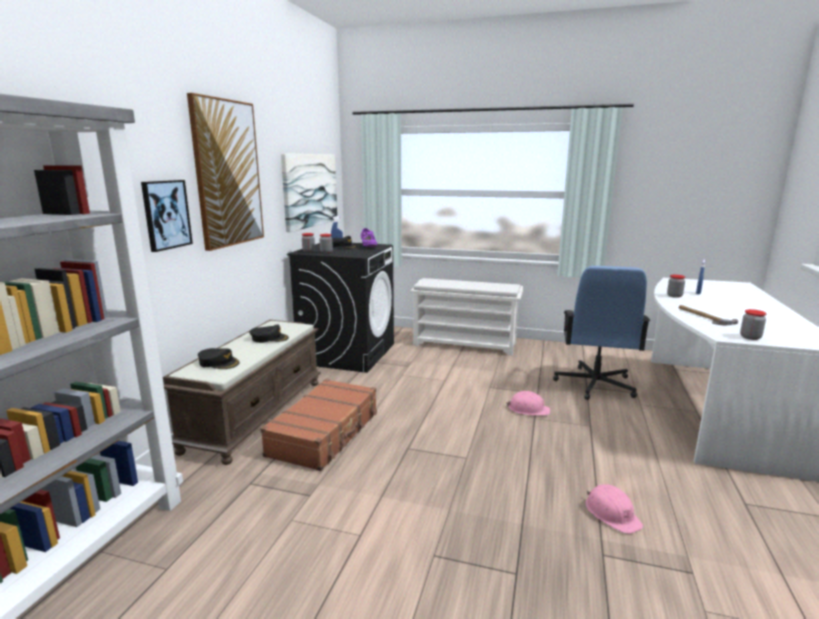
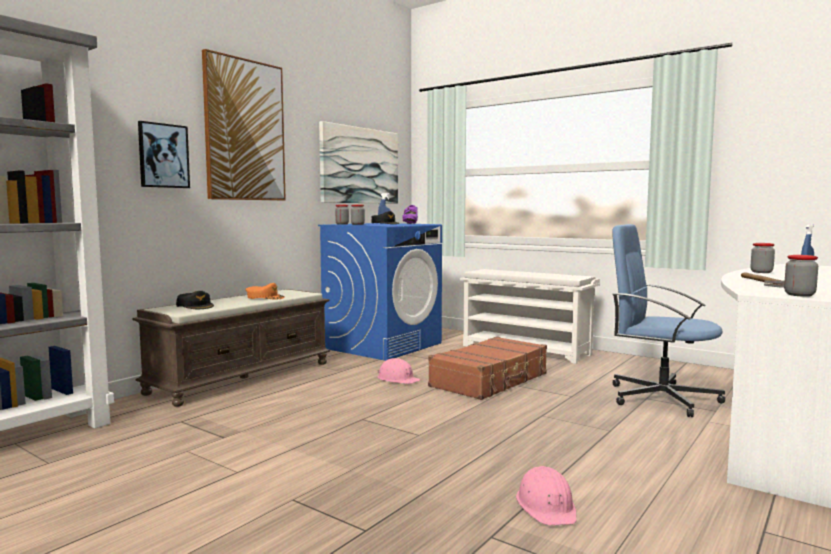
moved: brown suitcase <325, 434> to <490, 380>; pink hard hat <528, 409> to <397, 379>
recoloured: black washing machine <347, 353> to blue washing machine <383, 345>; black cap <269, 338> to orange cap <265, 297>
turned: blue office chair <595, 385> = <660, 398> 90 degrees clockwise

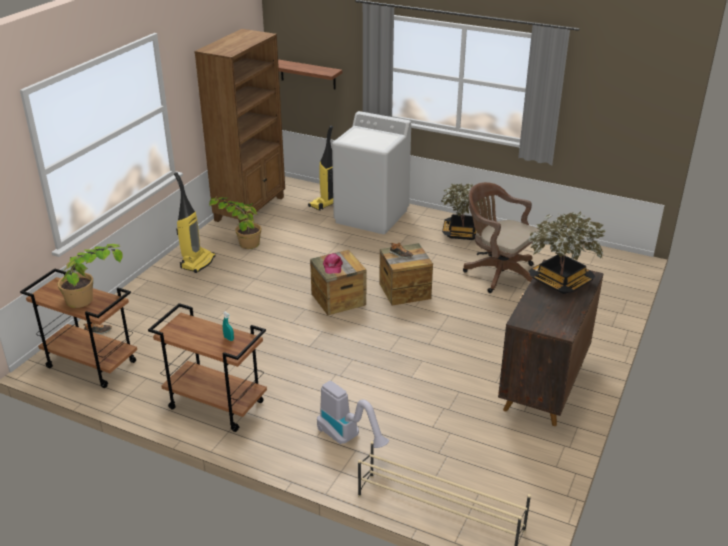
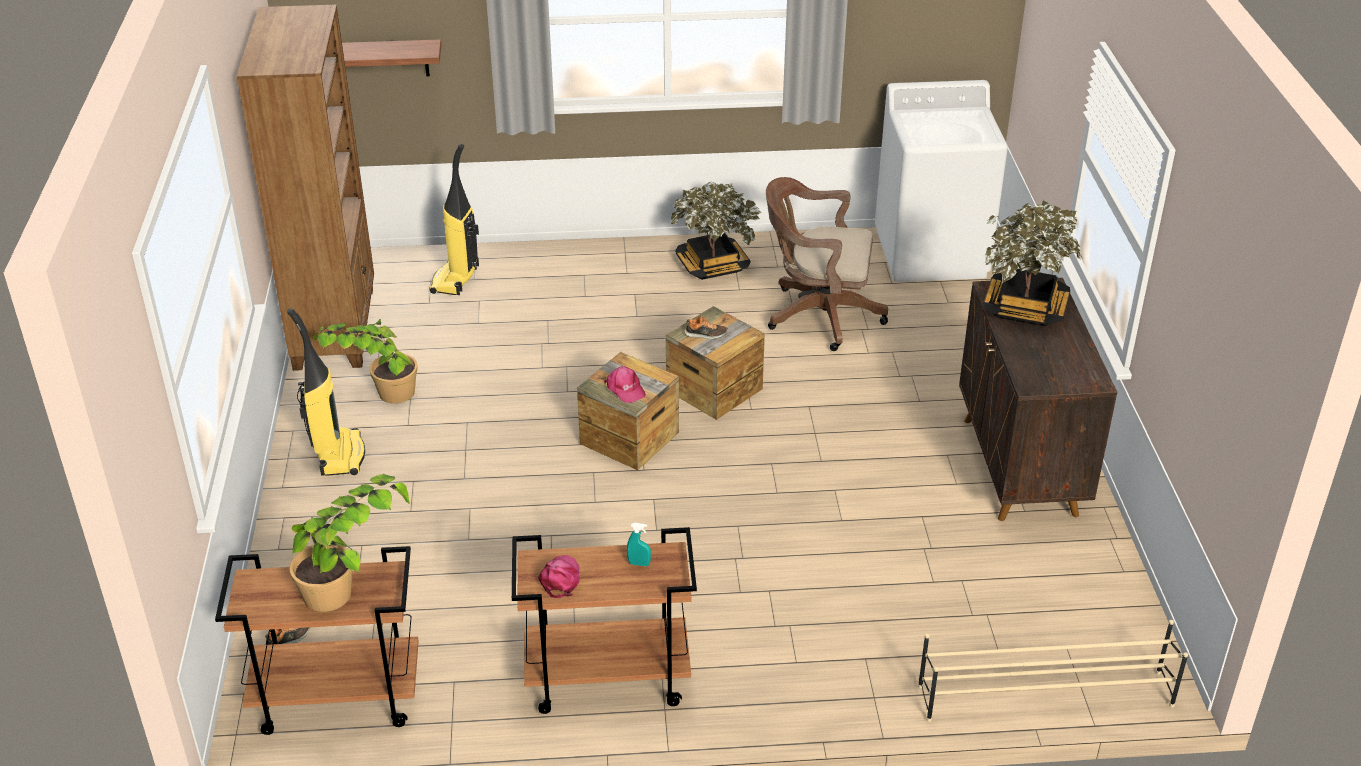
removed: vacuum cleaner <349, 439>
added: pink cap <560, 579>
moved: white washing machine <372, 216> to <931, 254>

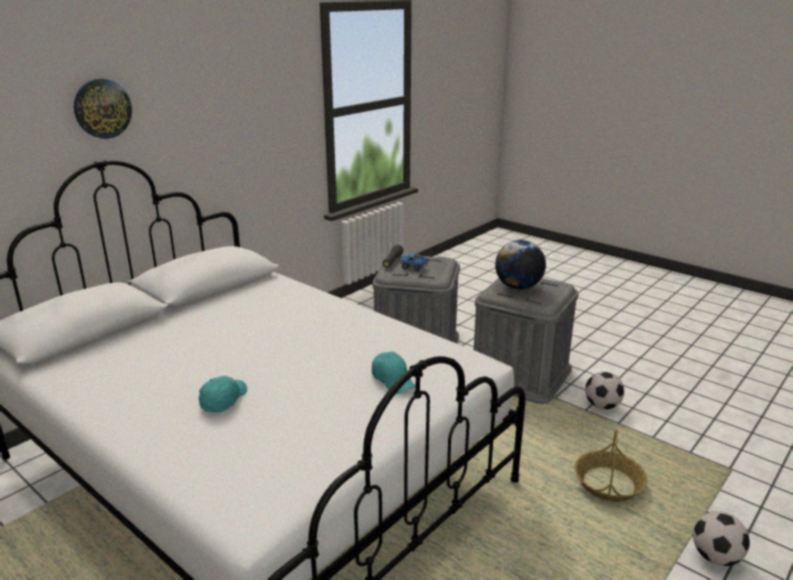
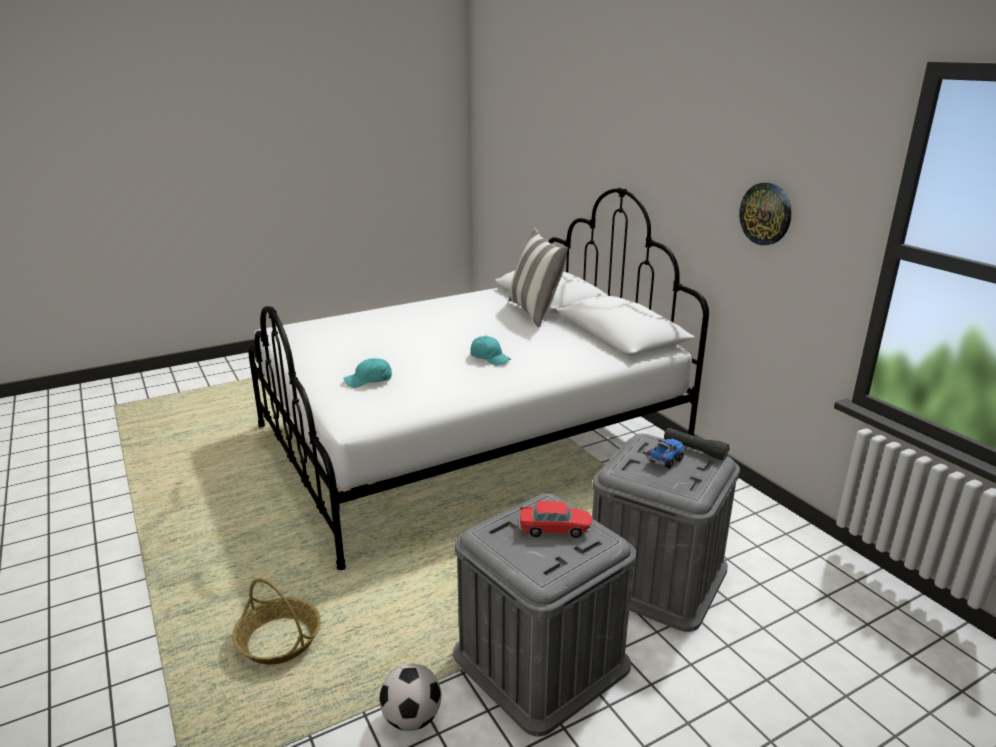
removed: football <715, 557>
added: pillow <535, 312>
moved: wall clock <102, 108> to <766, 213>; turquoise cap <223, 400> to <490, 358>
replaced: globe <518, 287> to toy car <554, 529>

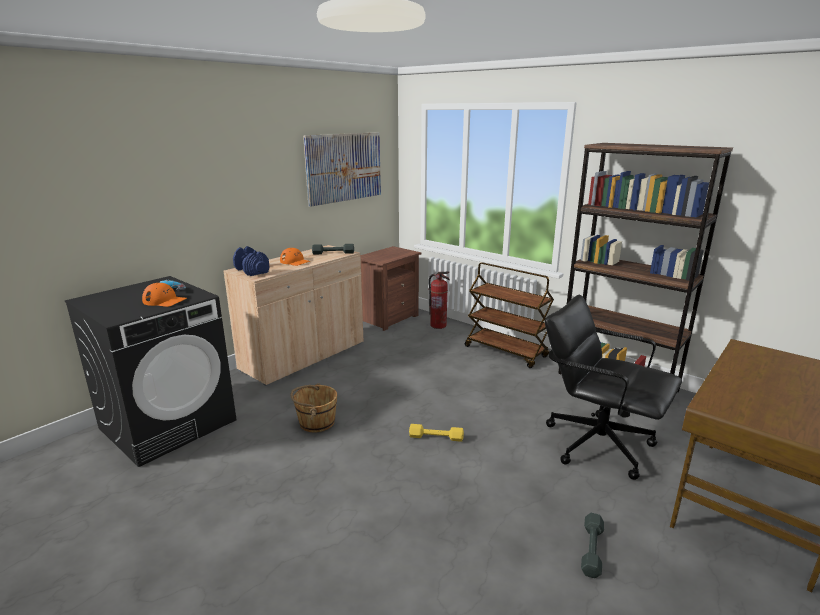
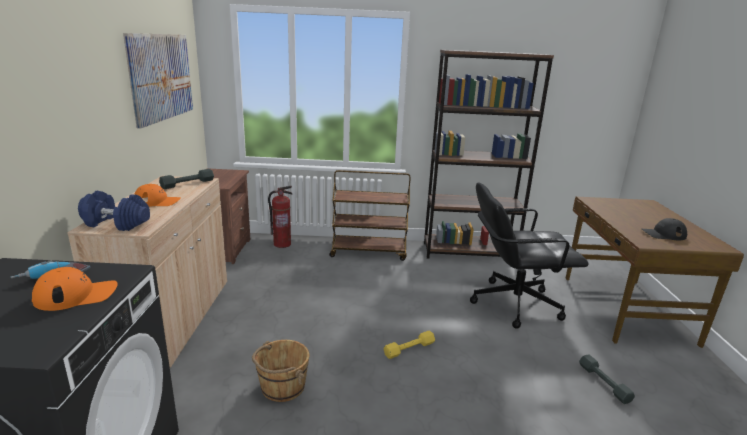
added: black cap <663, 234>

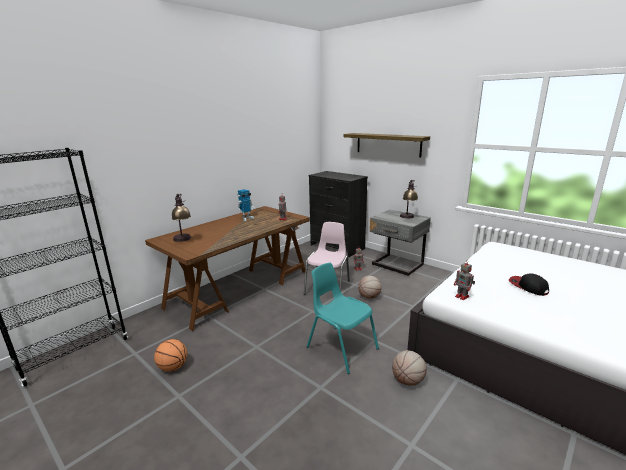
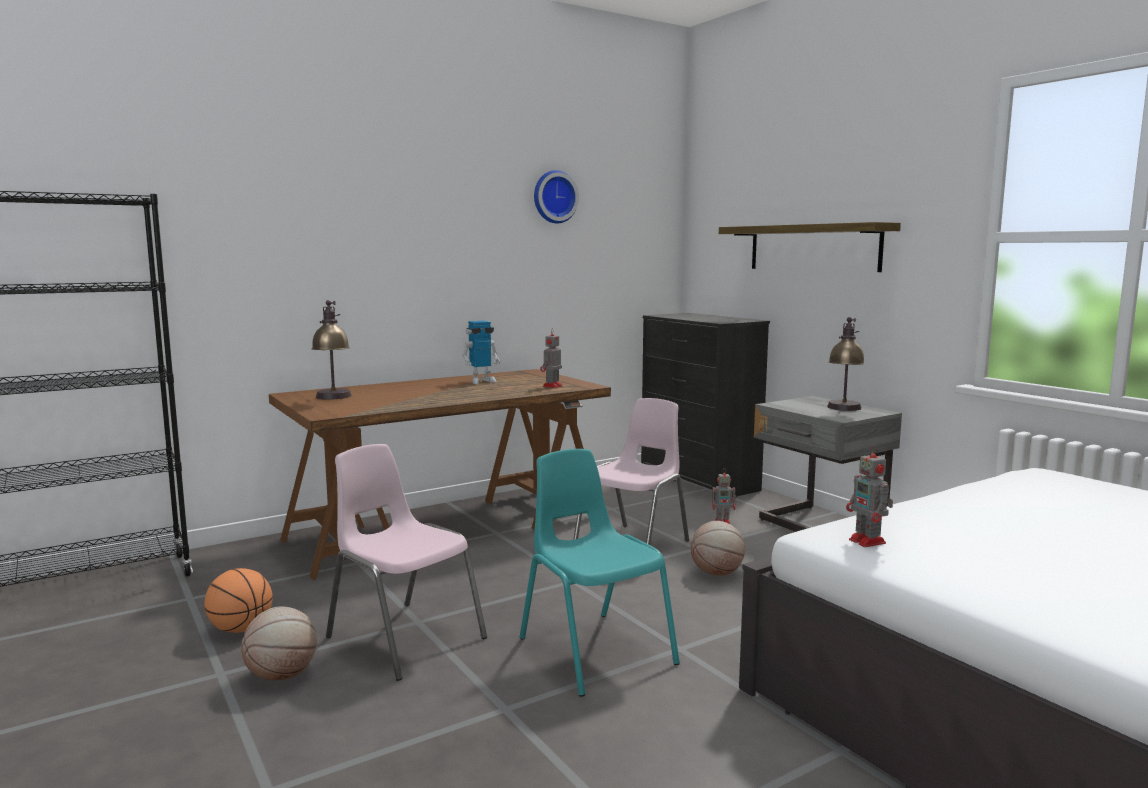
removed: cap <528, 287>
added: wall clock <554, 197>; pink chair <404, 637>
moved: basketball <408, 381> to <282, 676>

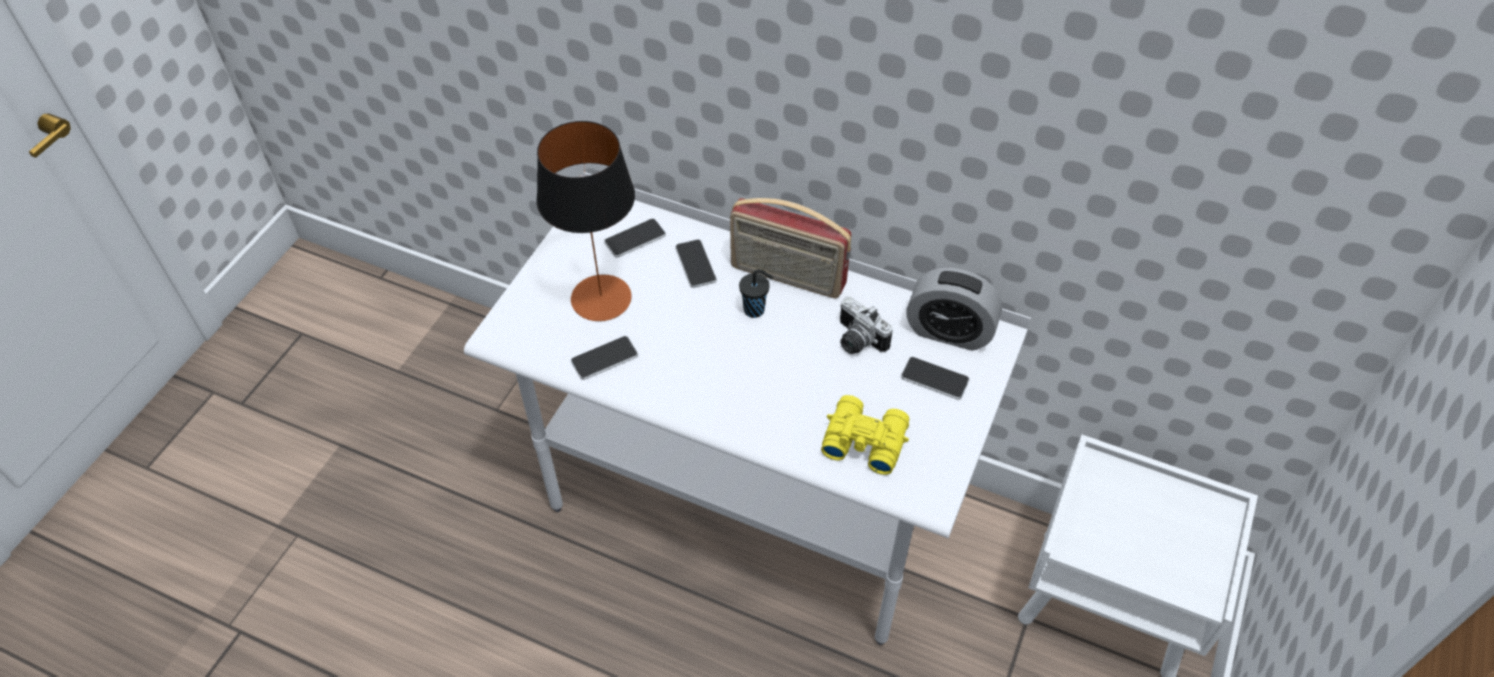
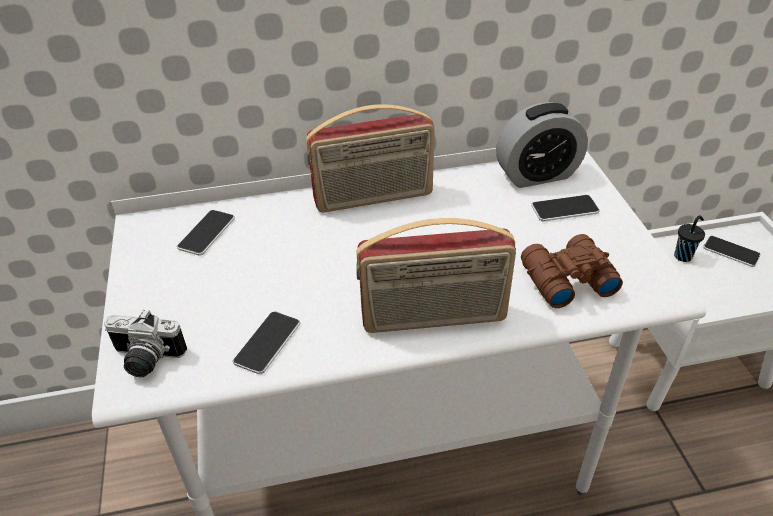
removed: table lamp <601, 298>
added: radio <434, 319>
moved: phone <695, 264> to <731, 252>; black cup <755, 310> to <683, 256>; photo camera <856, 341> to <145, 360>
recoloured: yellow binoculars <863, 439> to brown binoculars <565, 279>

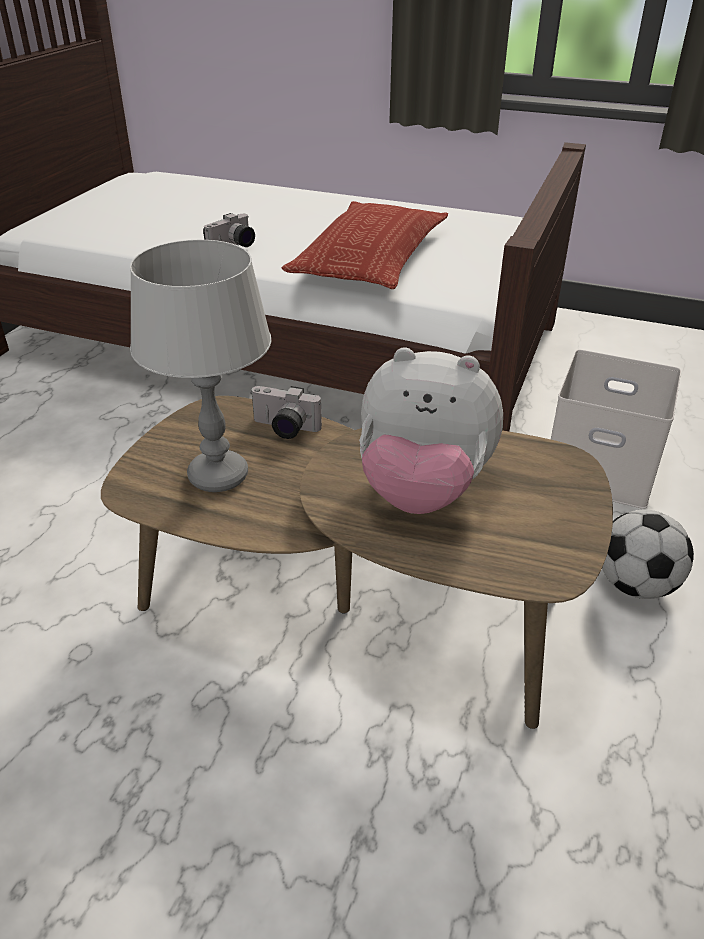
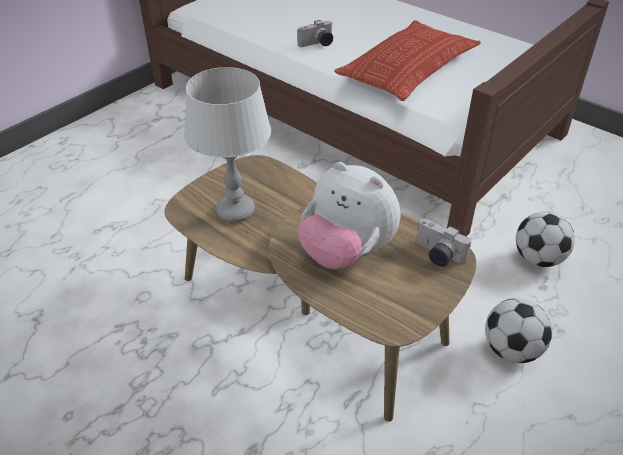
moved: photo camera <283, 429> to <437, 255>
replaced: white storage box <603, 467> to football <538, 259>

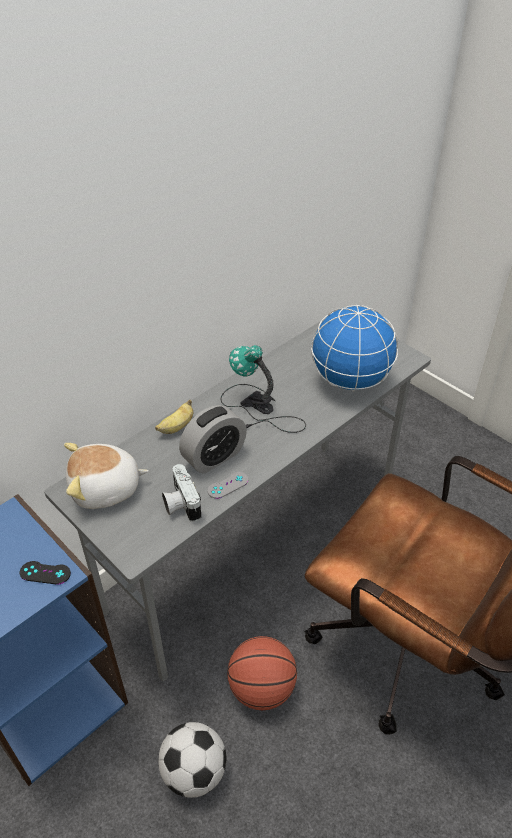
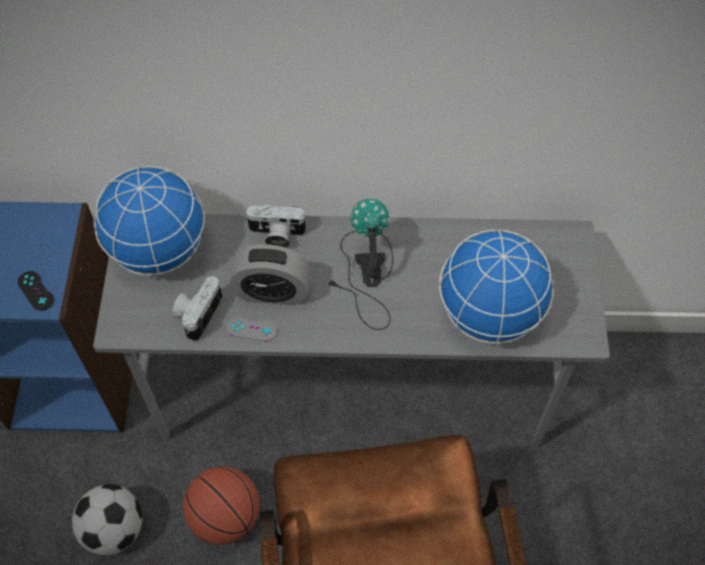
replaced: banana <176, 427> to photo camera <276, 235>; plush toy <106, 489> to globe <159, 250>

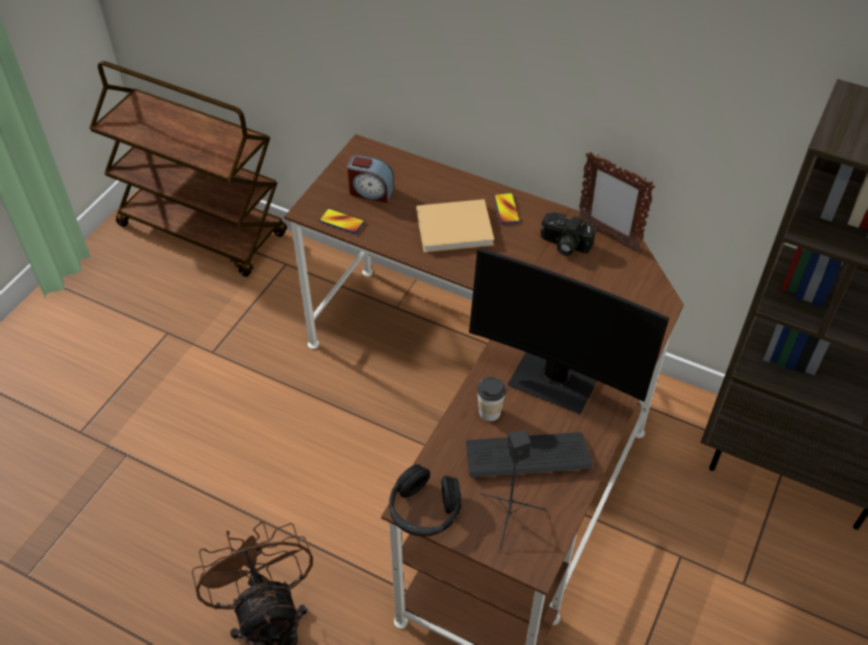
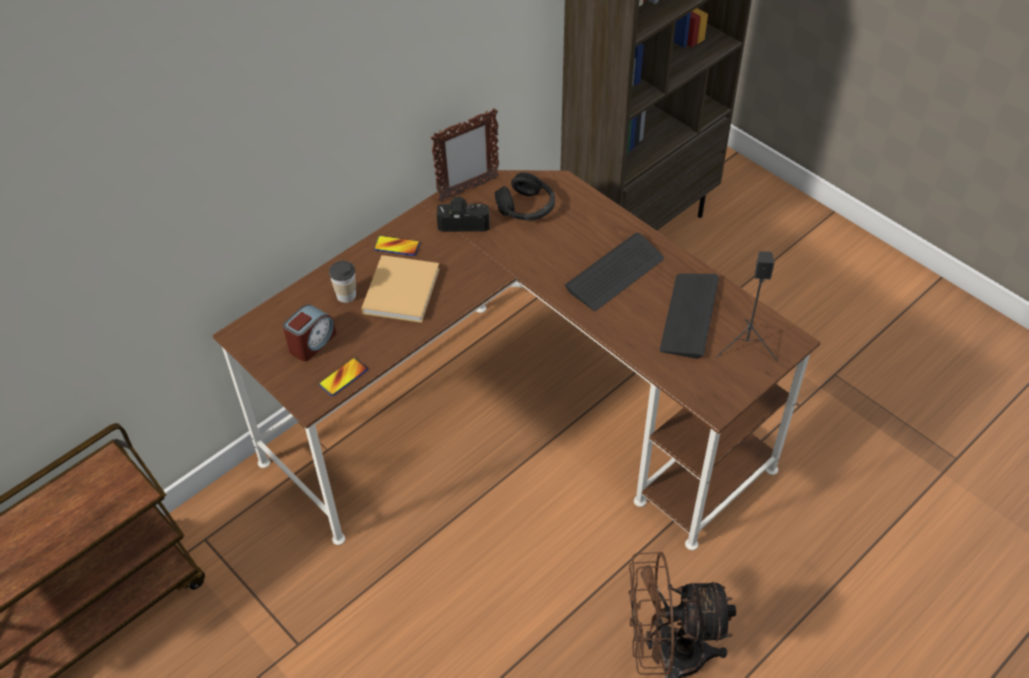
moved: cup <489, 412> to <346, 295>; black headphones <424, 510> to <526, 207>
replaced: monitor <555, 378> to keyboard <615, 273>
turned: photo camera <564, 245> = <464, 221> 135 degrees counterclockwise

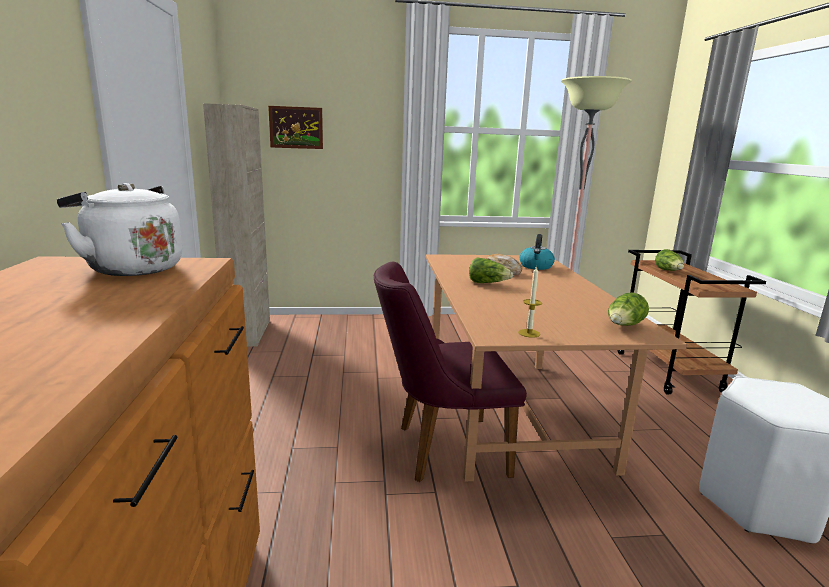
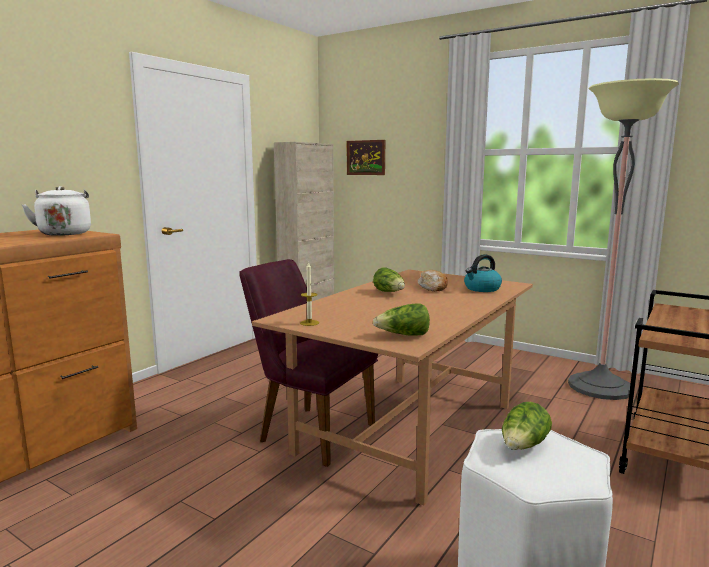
moved: lettuce <669, 271> to <523, 446>

